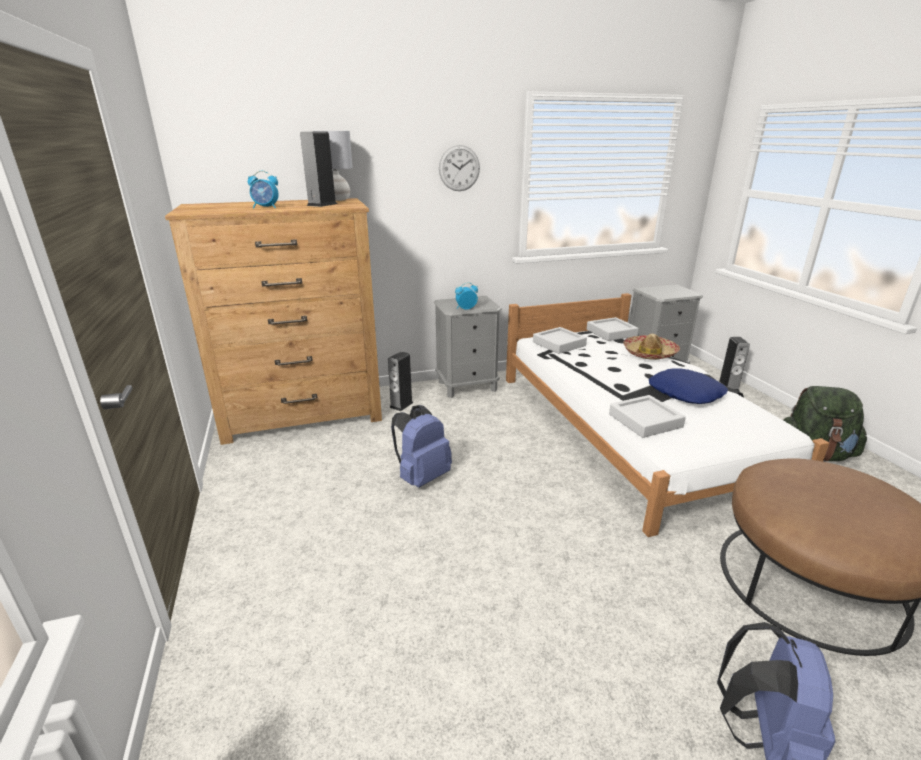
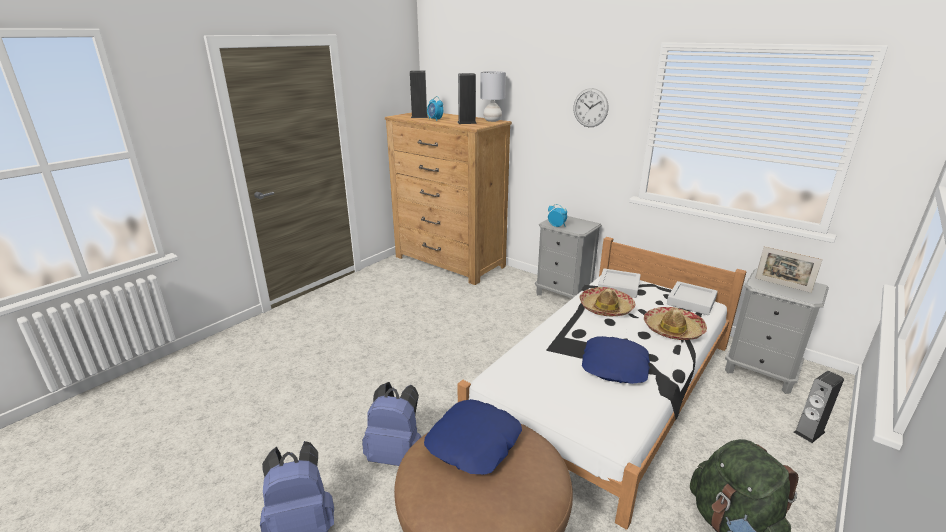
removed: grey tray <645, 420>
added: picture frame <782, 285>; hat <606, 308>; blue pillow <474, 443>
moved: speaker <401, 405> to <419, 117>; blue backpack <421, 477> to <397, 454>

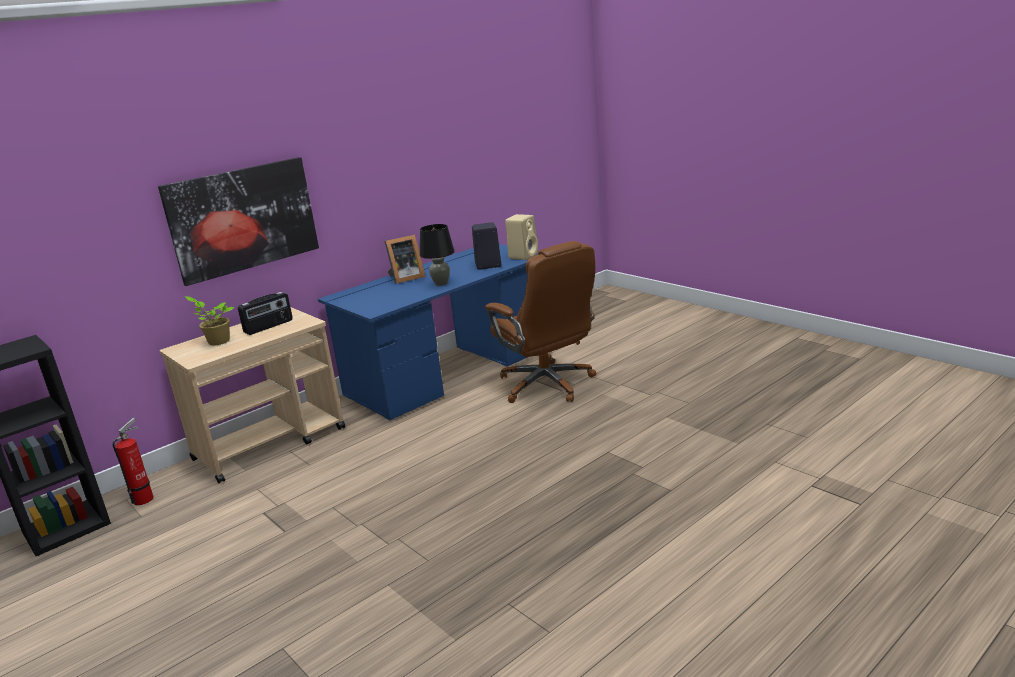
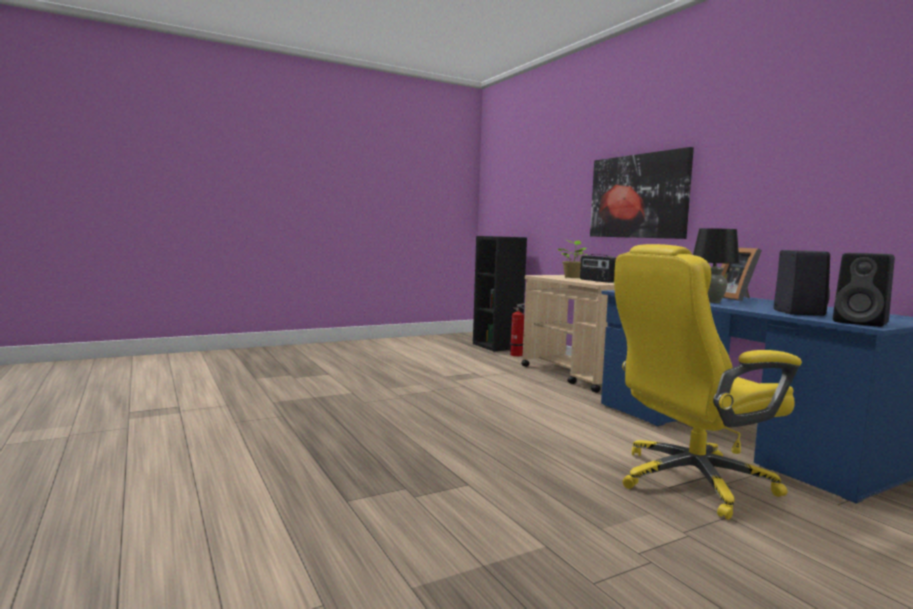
recoloured: beige speaker <523, 256> to black speaker <862, 323>; brown office chair <547, 385> to yellow office chair <690, 481>

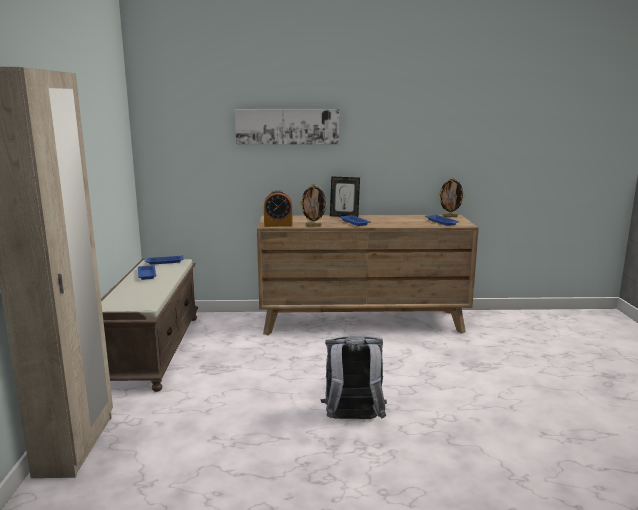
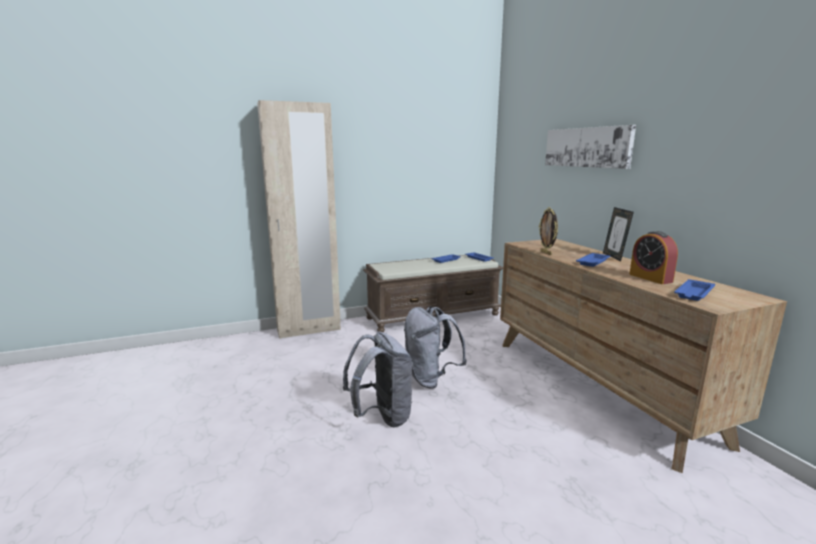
removed: picture frame <450, 216>
added: grey backpack <430, 379>
moved: alarm clock <278, 225> to <650, 278>

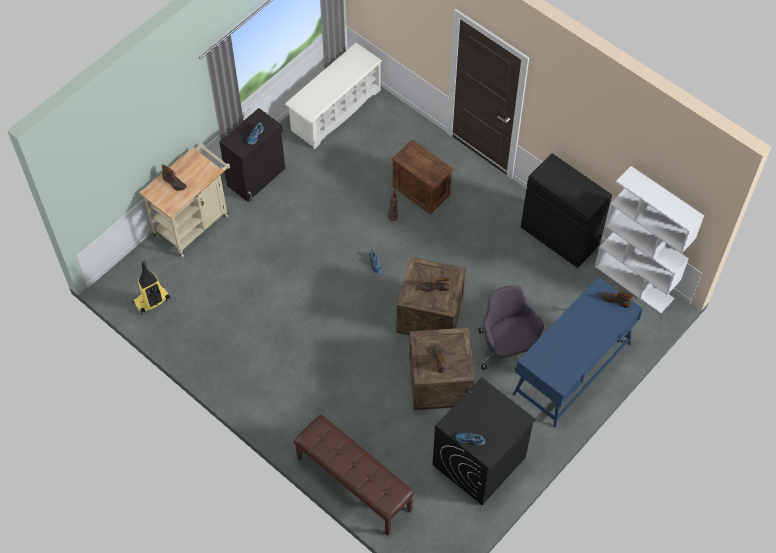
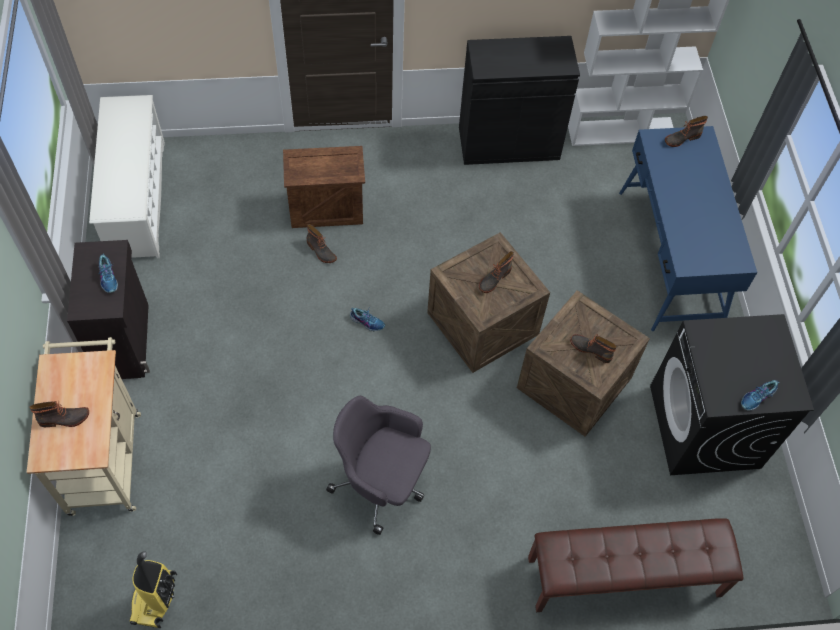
moved: grey office chair <507, 349> to <381, 482>

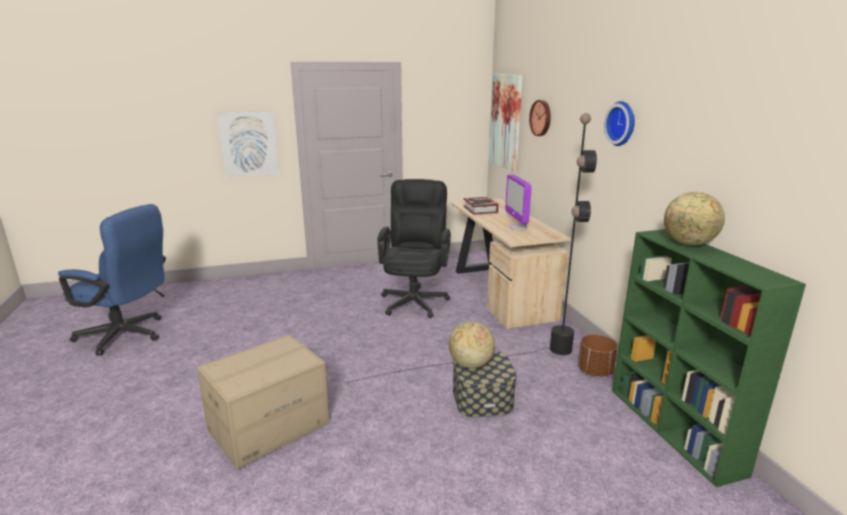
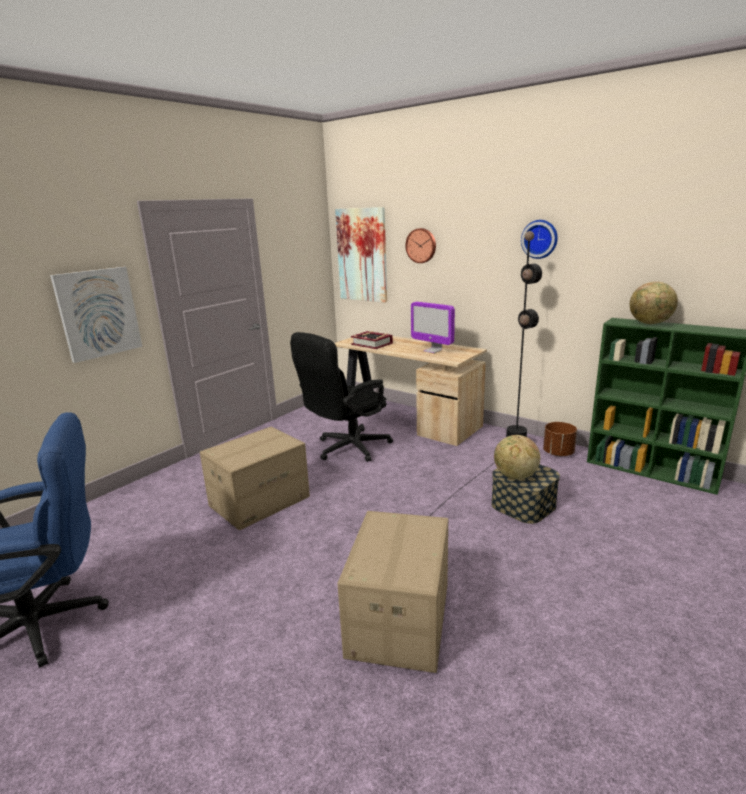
added: cardboard box <259, 501>
turned: black office chair <415, 299> = <346, 449> 105 degrees counterclockwise

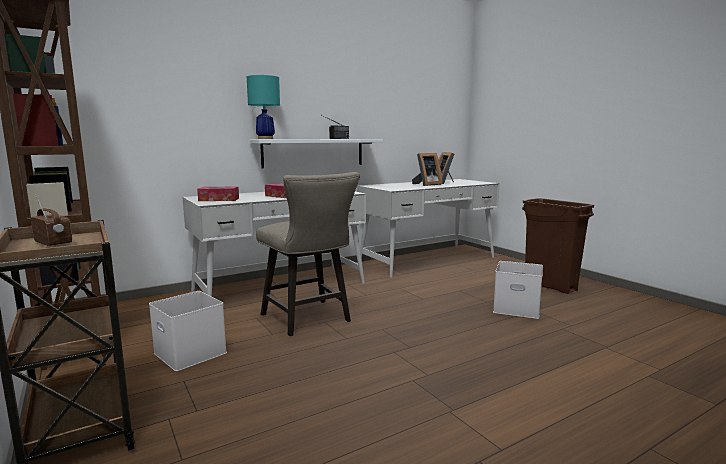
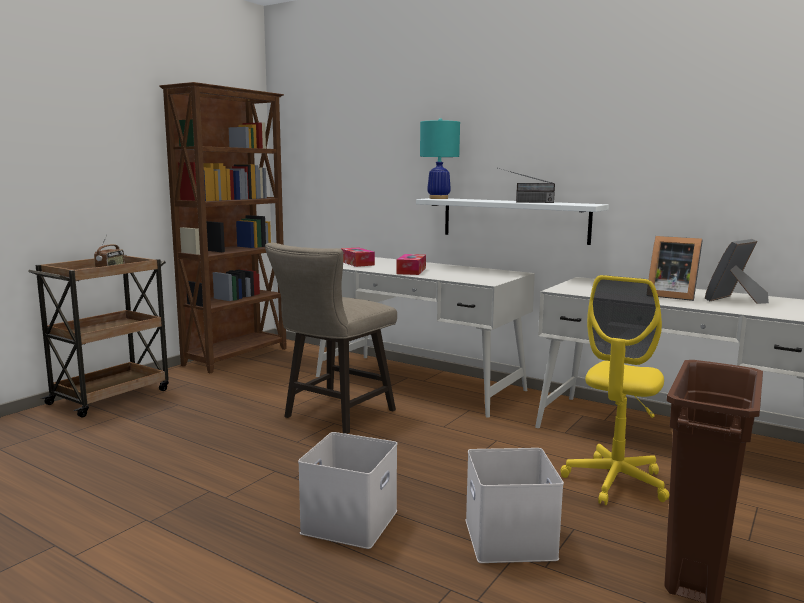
added: yellow office chair <615, 482>
moved: white storage box <192, 353> to <350, 523>

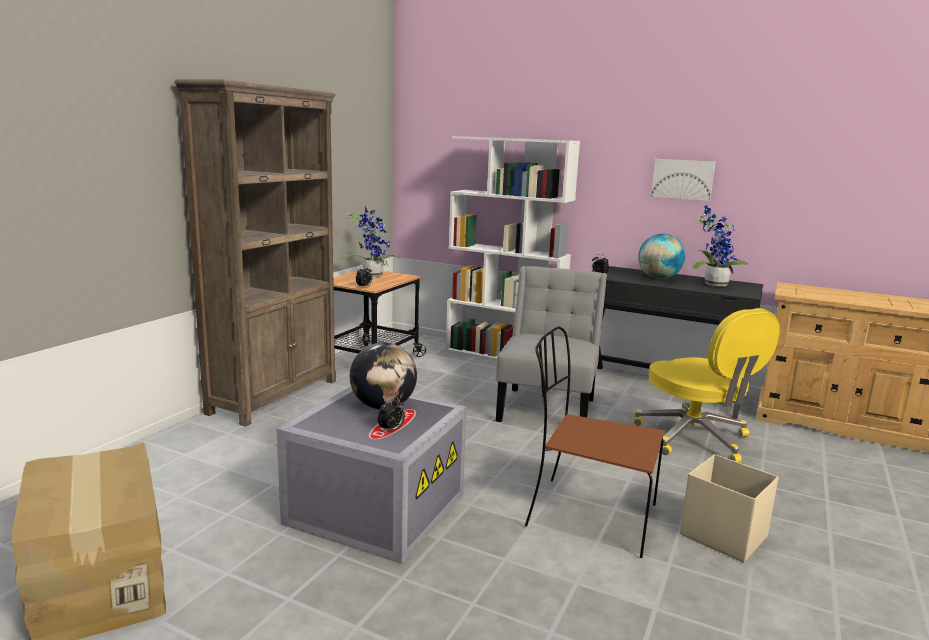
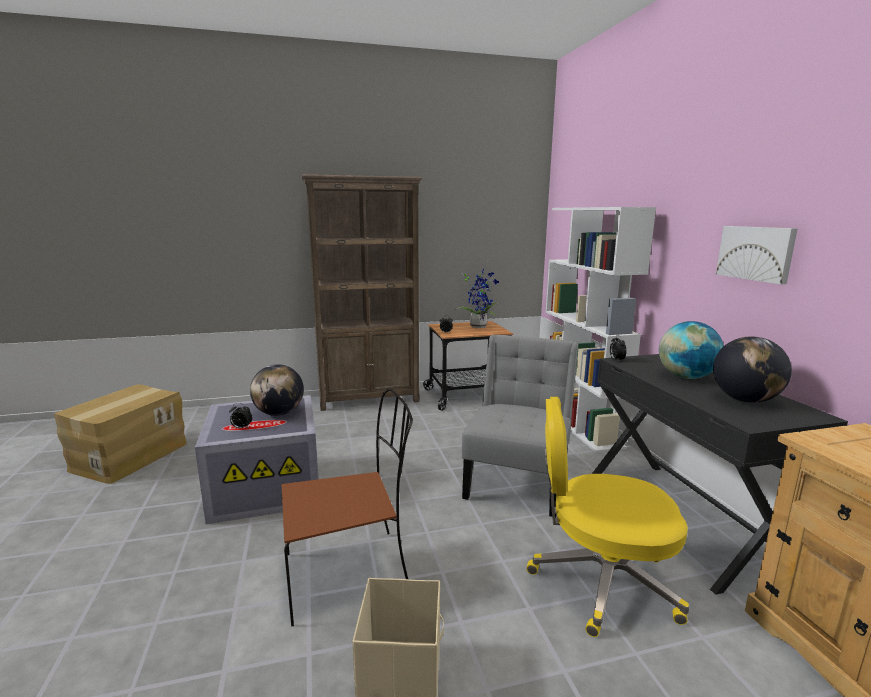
replaced: potted plant <713, 284> to globe <745, 400>
turned: grey chair <548, 408> = <518, 480> 45 degrees counterclockwise; yellow office chair <694, 439> = <600, 580> 75 degrees clockwise; brown chair <588, 515> = <350, 573> 90 degrees clockwise

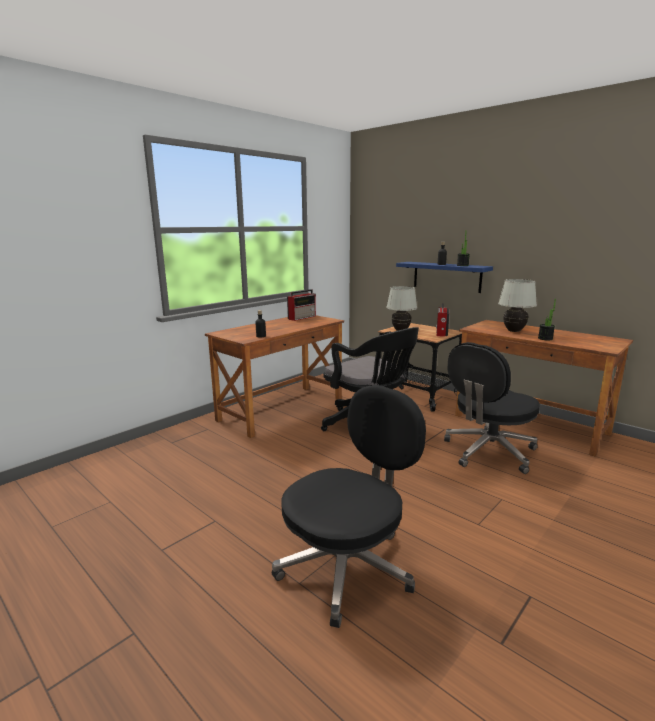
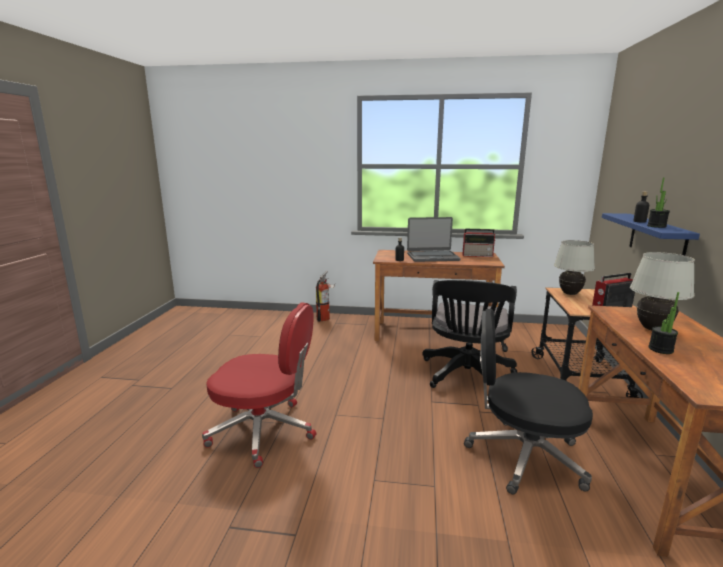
added: laptop <432, 257>; fire extinguisher <325, 318>
recoloured: black office chair <348, 566> to red office chair <264, 431>

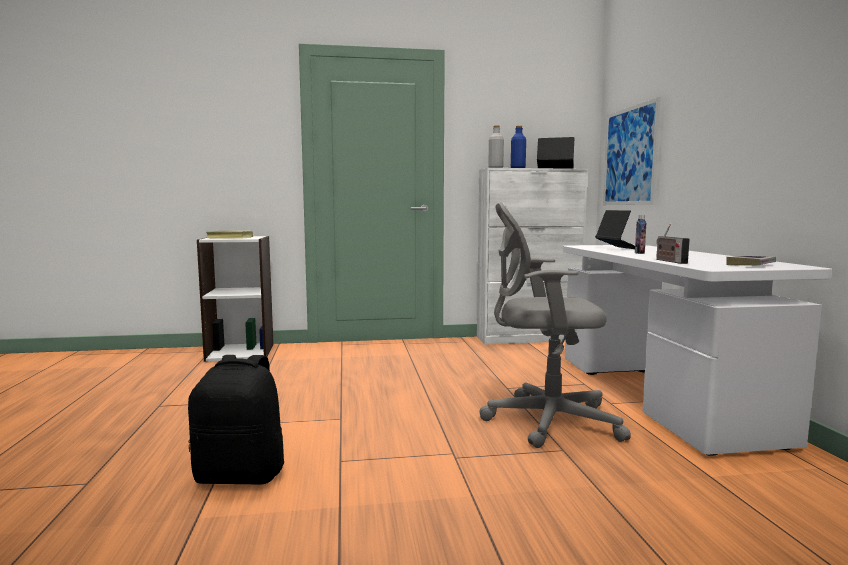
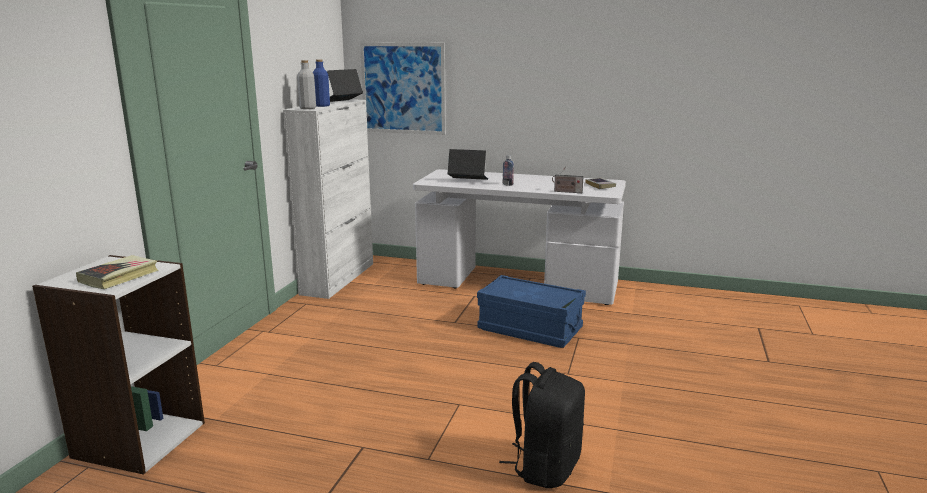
replaced: grey office chair <544, 421> to blue storage box <530, 329>

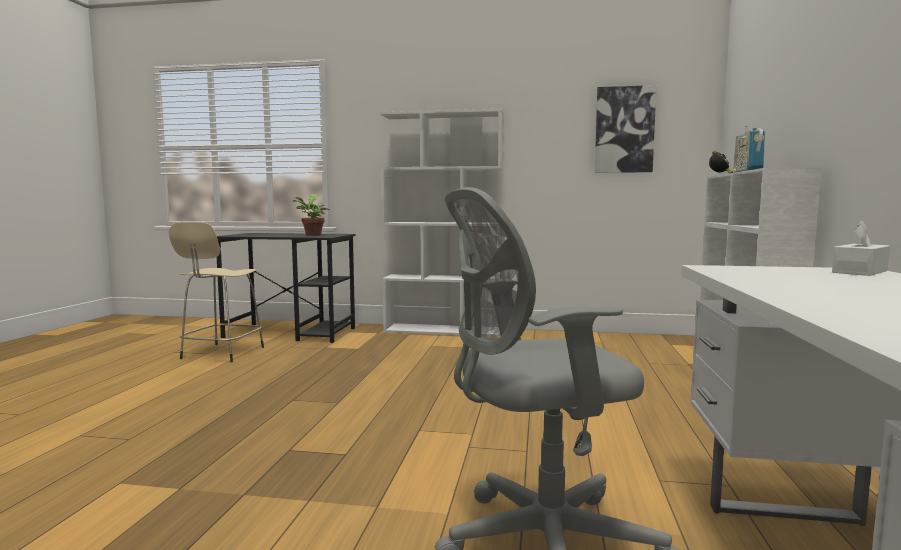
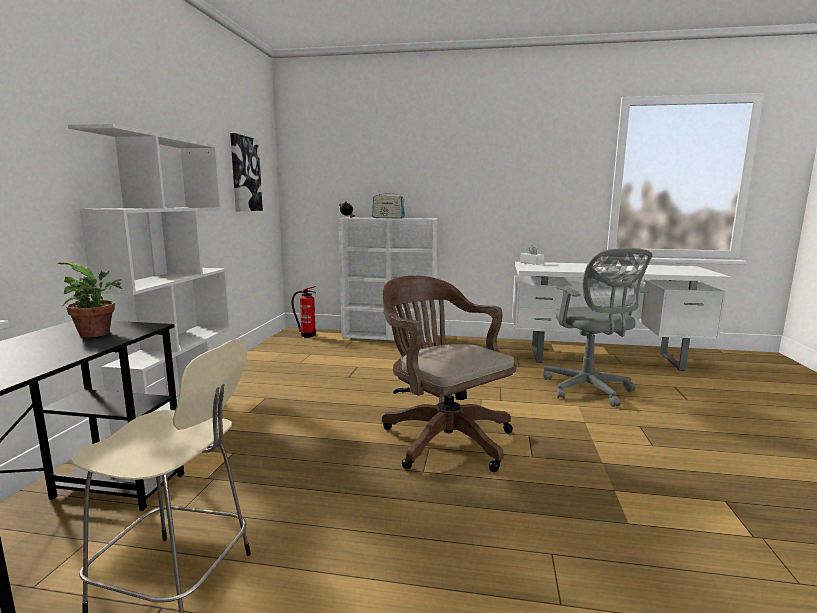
added: brown office chair <442, 437>; fire extinguisher <307, 335>

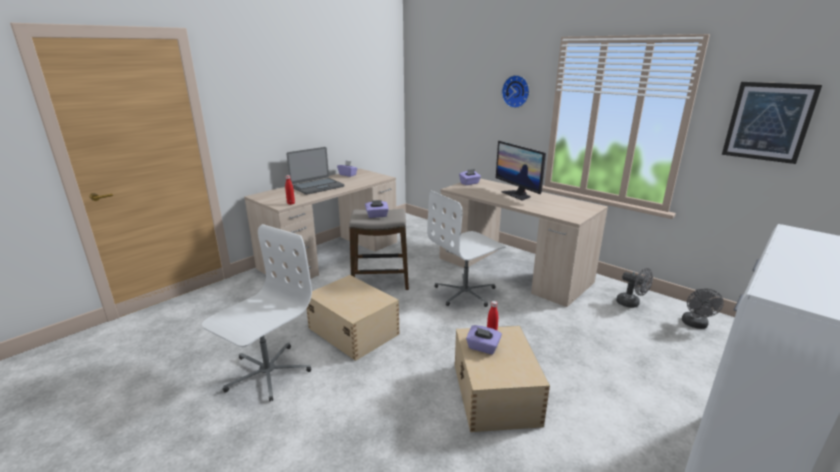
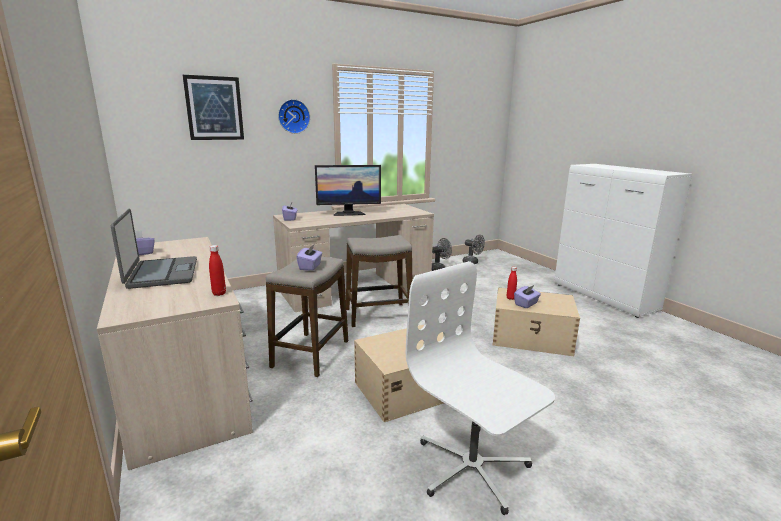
moved: picture <768, 122> to <214, 108>
replaced: white office chair <465, 293> to stool <378, 315>

